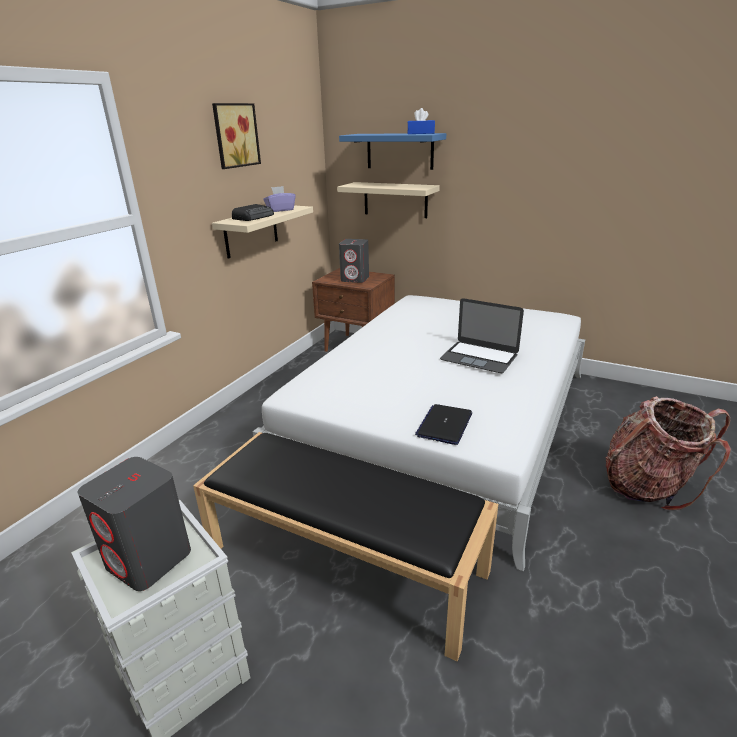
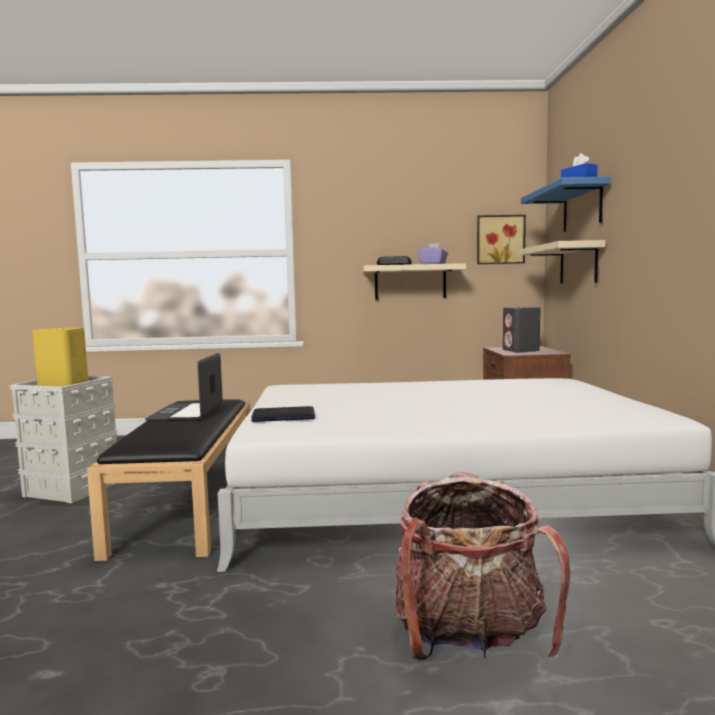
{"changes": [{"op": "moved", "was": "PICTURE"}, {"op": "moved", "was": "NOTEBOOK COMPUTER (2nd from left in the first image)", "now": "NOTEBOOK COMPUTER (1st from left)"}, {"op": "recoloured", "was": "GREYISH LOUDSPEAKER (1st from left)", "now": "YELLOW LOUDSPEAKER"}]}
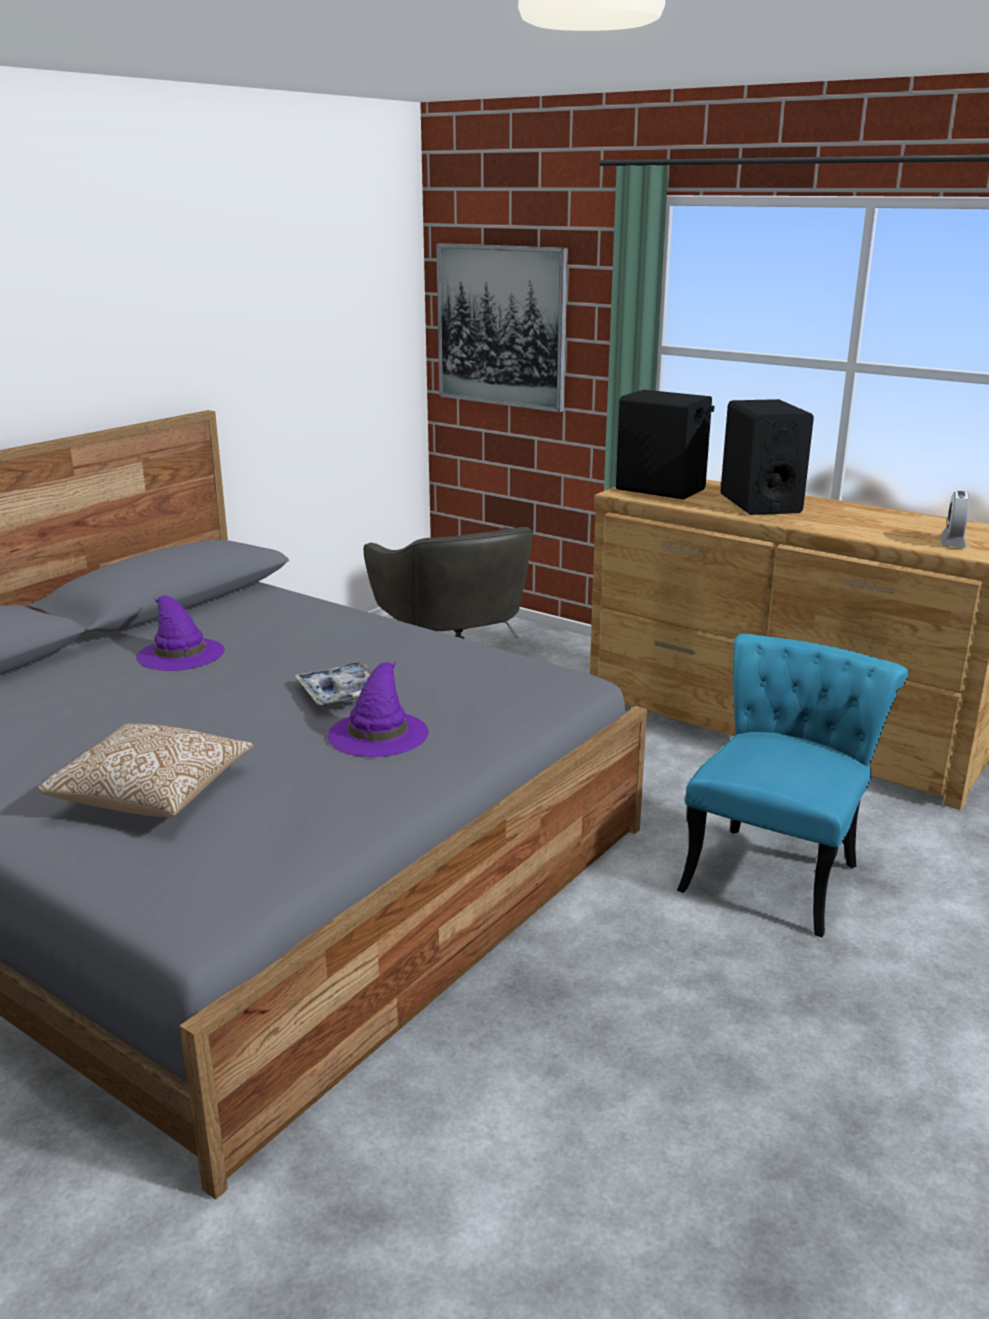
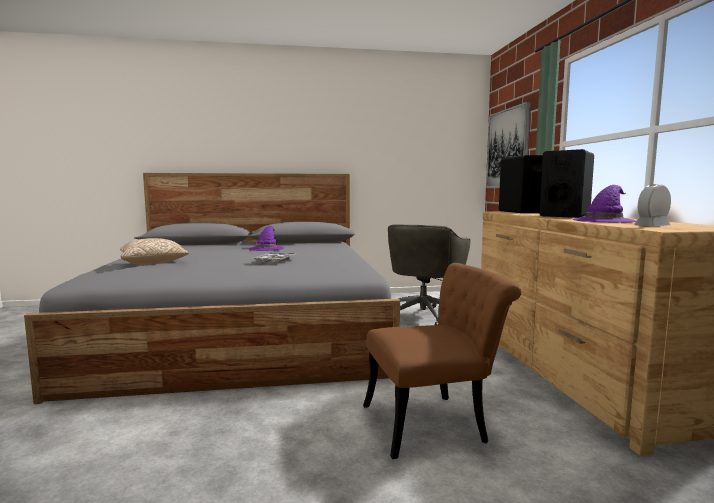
{"changes": [{"op": "moved", "was": "PURPLE CLOTHING HAT (2nd from left)"}, {"op": "recoloured", "was": "TURQUOISE-COLOURED CHAIR", "now": "BROWN CHAIR"}]}
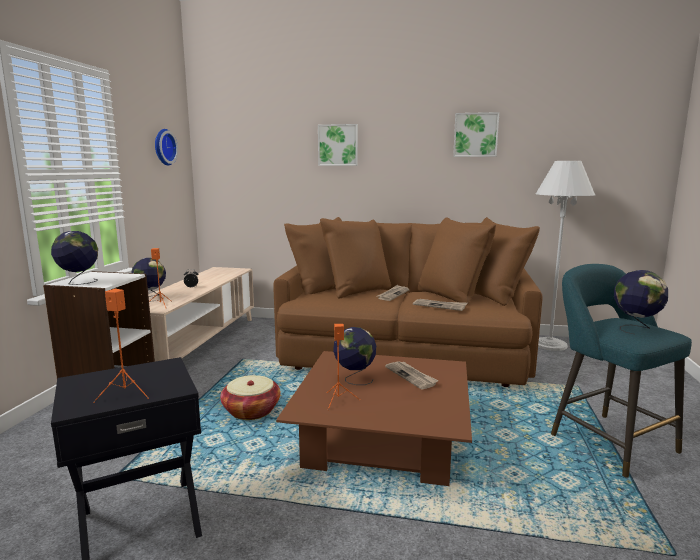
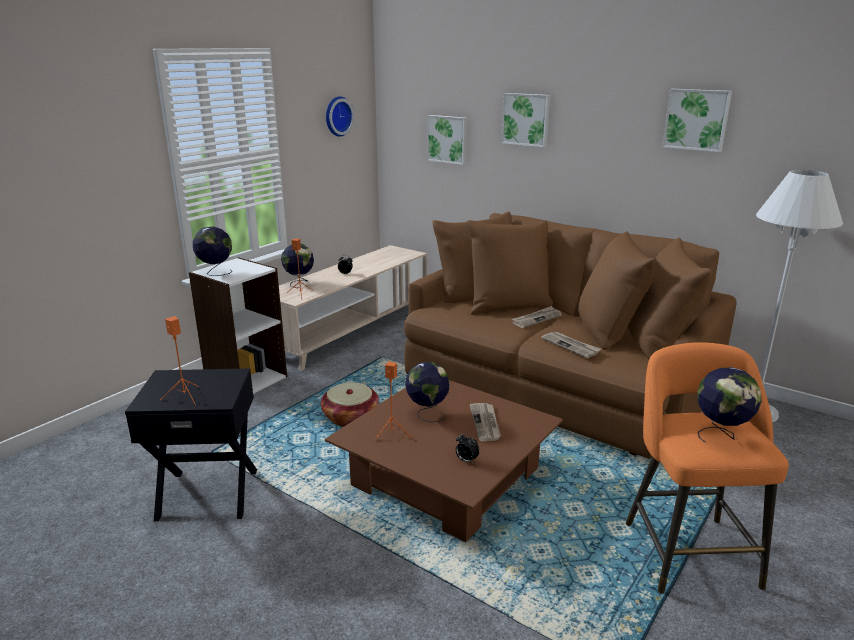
{"changes": [{"op": "added", "now": "PICTURE (1st from left)"}, {"op": "added", "now": "BEDSIDE CLOCK (2nd from left)"}, {"op": "recoloured", "was": "TURQUOISE-COLOURED STOOL SEAT", "now": "ORANGE STOOL SEAT"}]}
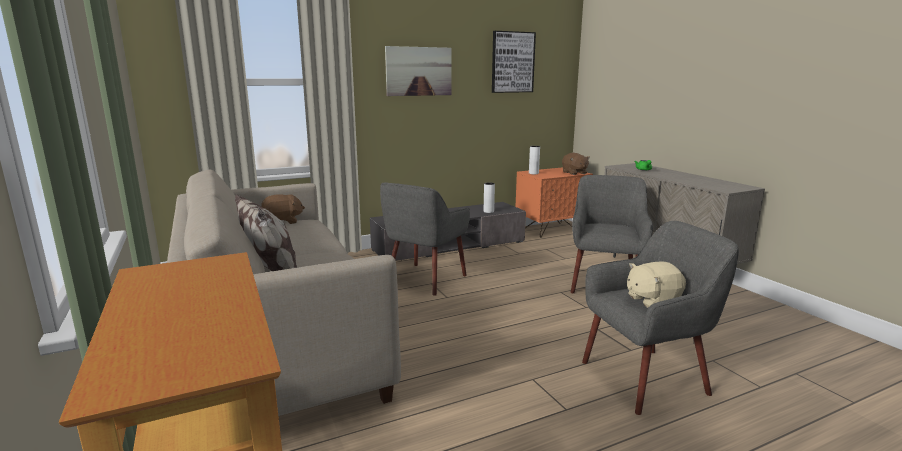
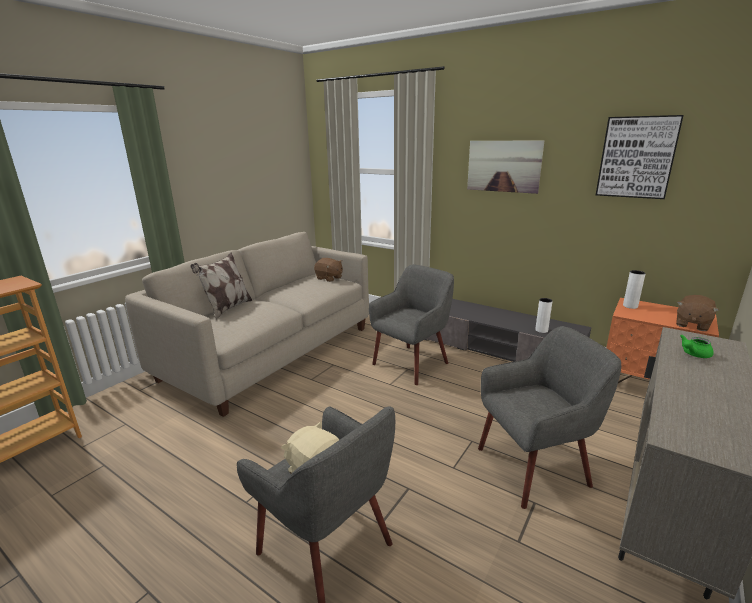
{"changes": [{"op": "turned", "was": "GREYISH LOUNGE CHAIR (1st from left in the first image)", "clockwise": 135}]}
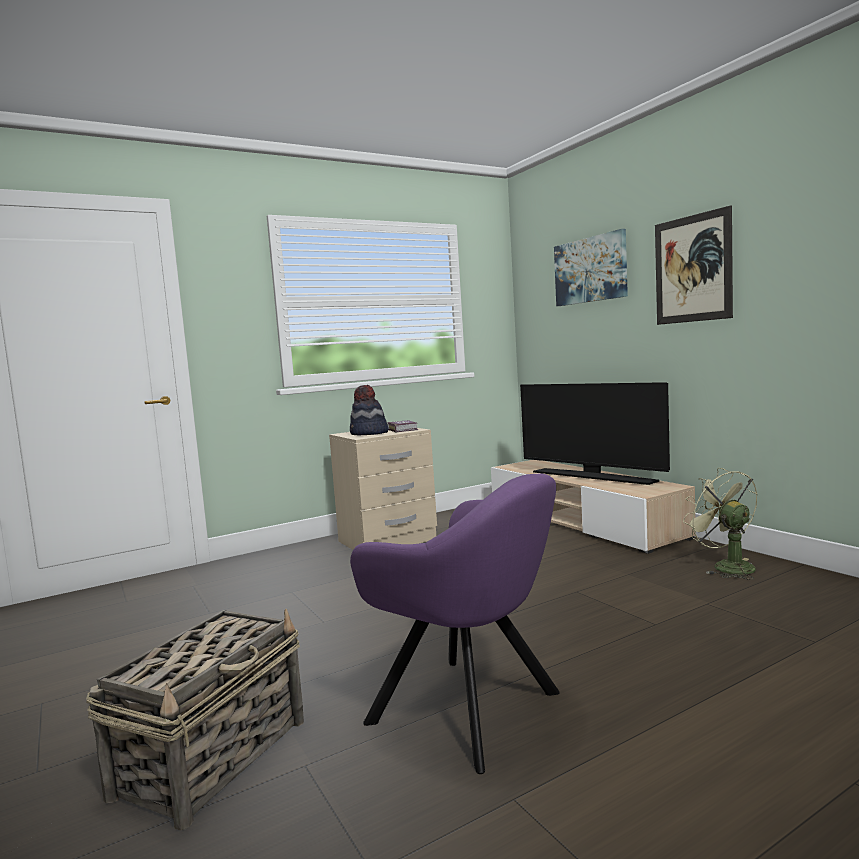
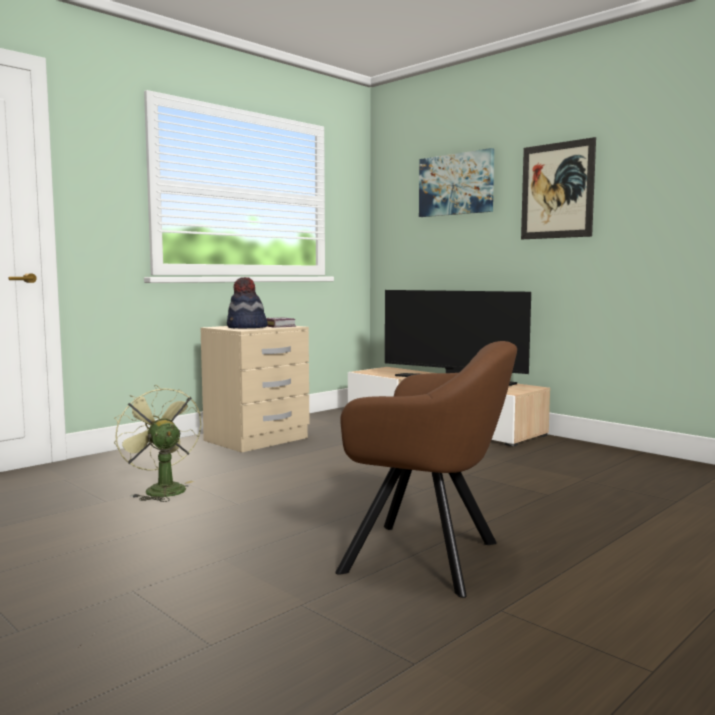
{"changes": [{"op": "removed", "was": "HOUSEHOLD BASKET"}, {"op": "moved", "was": "GREEN-COLOURED COOLING FAN"}, {"op": "recoloured", "was": "PURPLE LOUNGE CHAIR", "now": "BROWN LOUNGE CHAIR"}]}
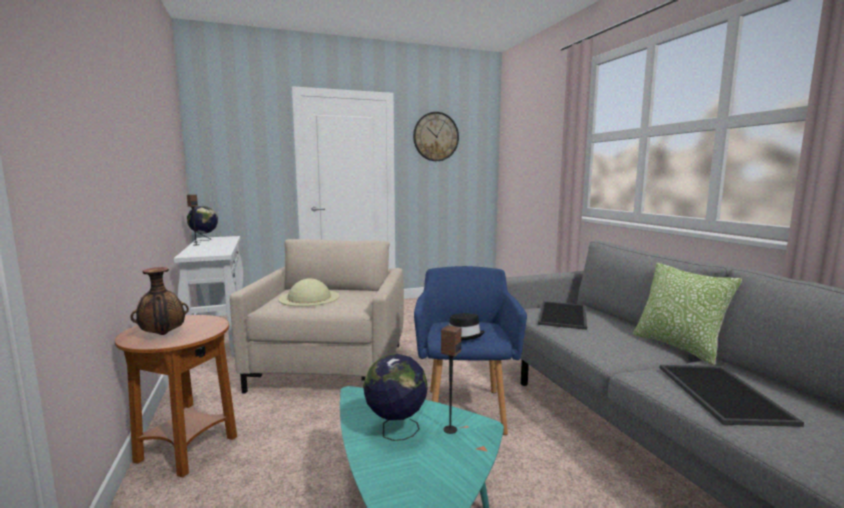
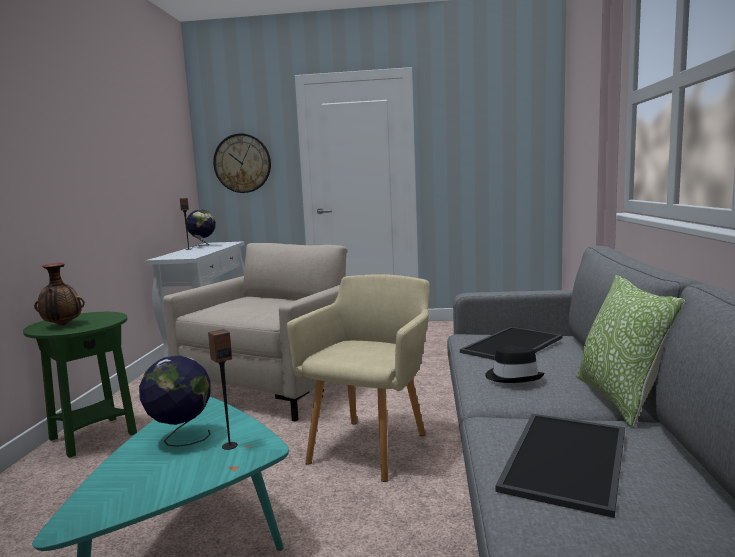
{"changes": [{"op": "removed", "was": "BEIGE-COLOURED CLOTHING HAT"}, {"op": "moved", "was": "WALL CLOCK"}, {"op": "moved", "was": "BLACK CLOTHING HAT"}, {"op": "recoloured", "was": "BROWN SIDE TABLE", "now": "GREEN-COLOURED SIDE TABLE"}, {"op": "recoloured", "was": "BLUISH LOUNGE CHAIR", "now": "BEIGE-COLOURED LOUNGE CHAIR (2nd from left)"}]}
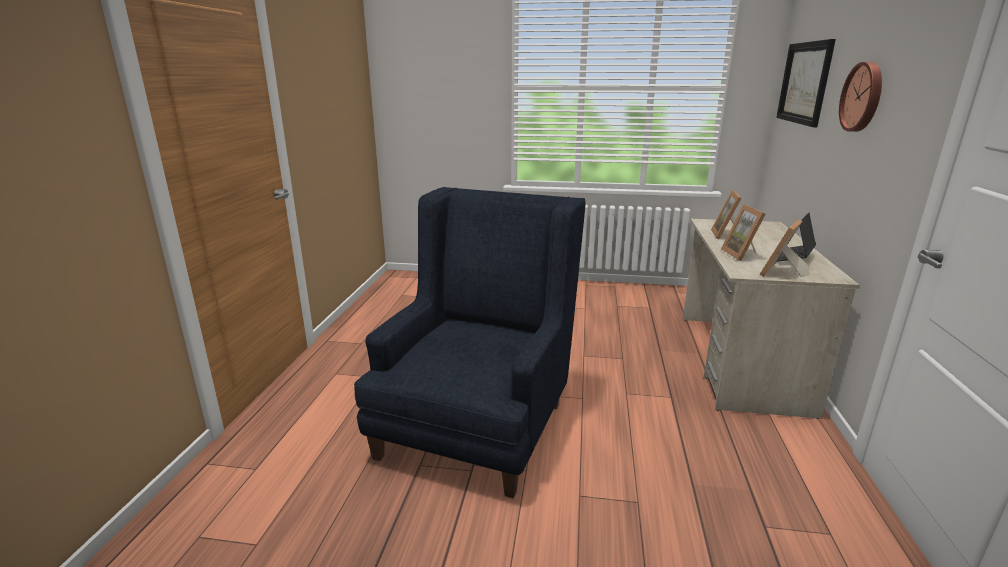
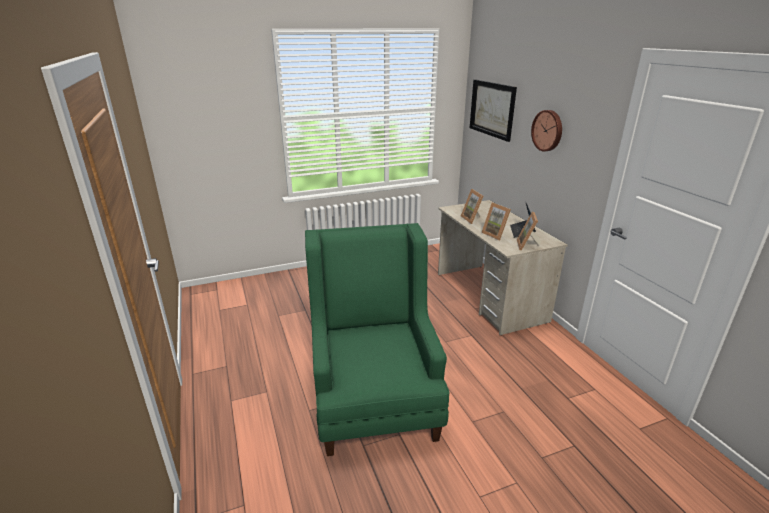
{"changes": [{"op": "recoloured", "was": "BLUISH LOUNGE CHAIR", "now": "GREEN-COLOURED LOUNGE CHAIR"}]}
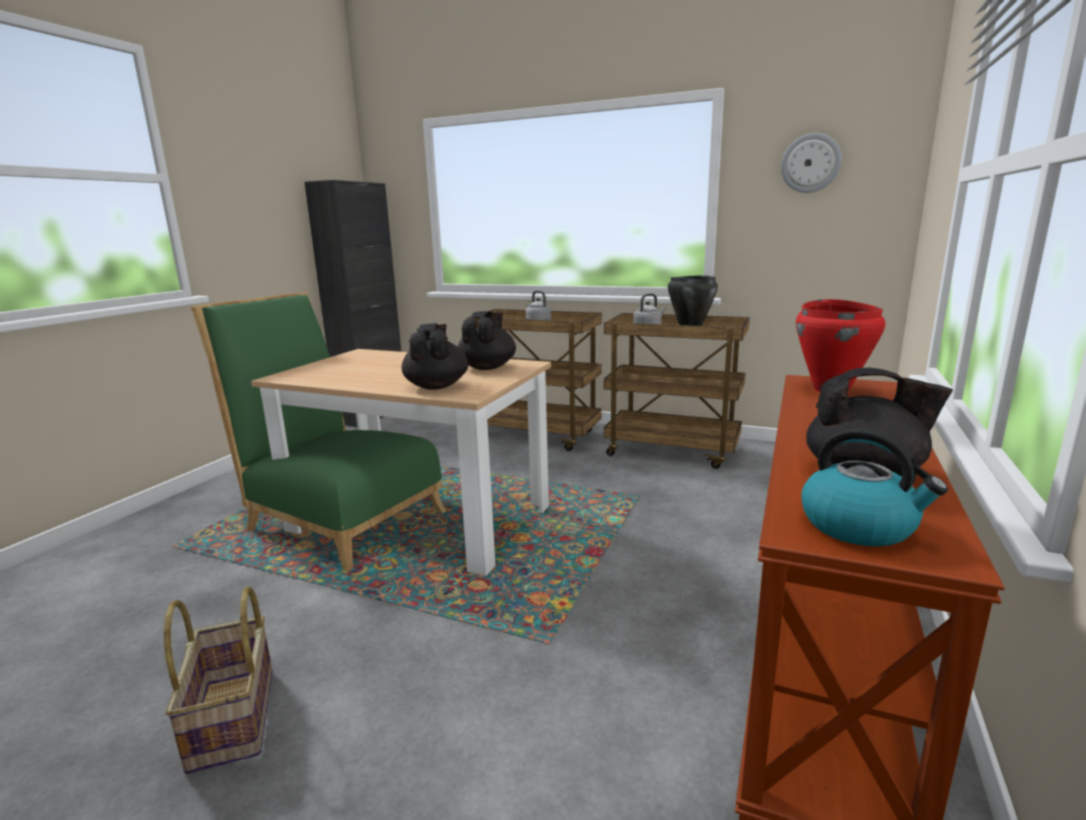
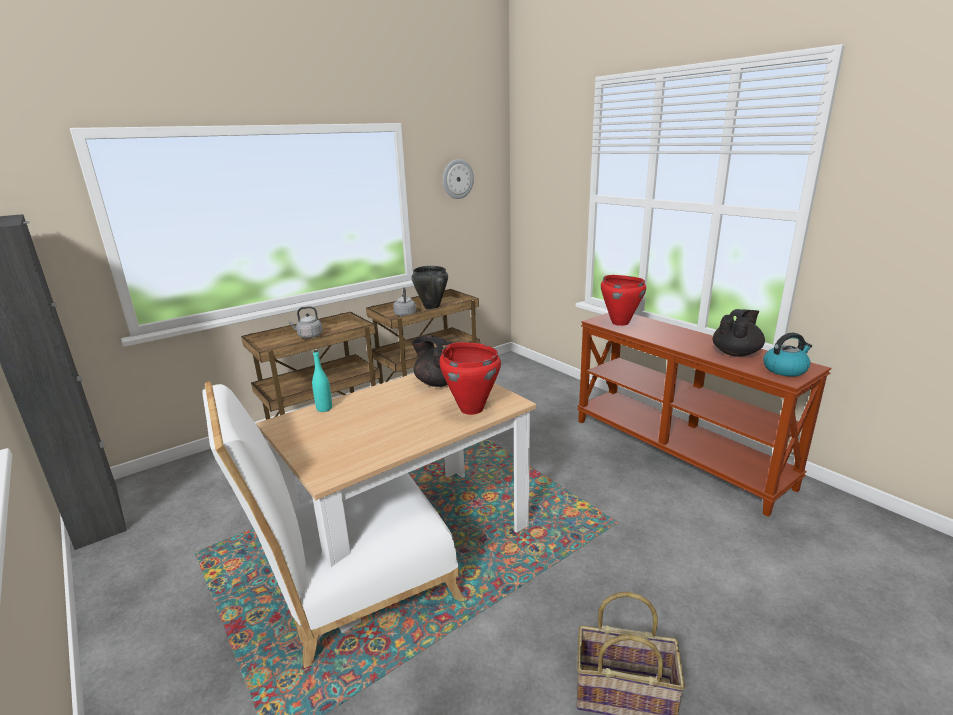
{"changes": [{"op": "added", "now": "TURQUOISE-COLOURED BEVERAGE BOTTLE"}, {"op": "replaced", "was": "BLACK POT FOR TEA (1st from left)", "now": "RED COOKING POT (1st from left)"}, {"op": "recoloured", "was": "GREEN-COLOURED CHAIR", "now": "WHITISH CHAIR"}]}
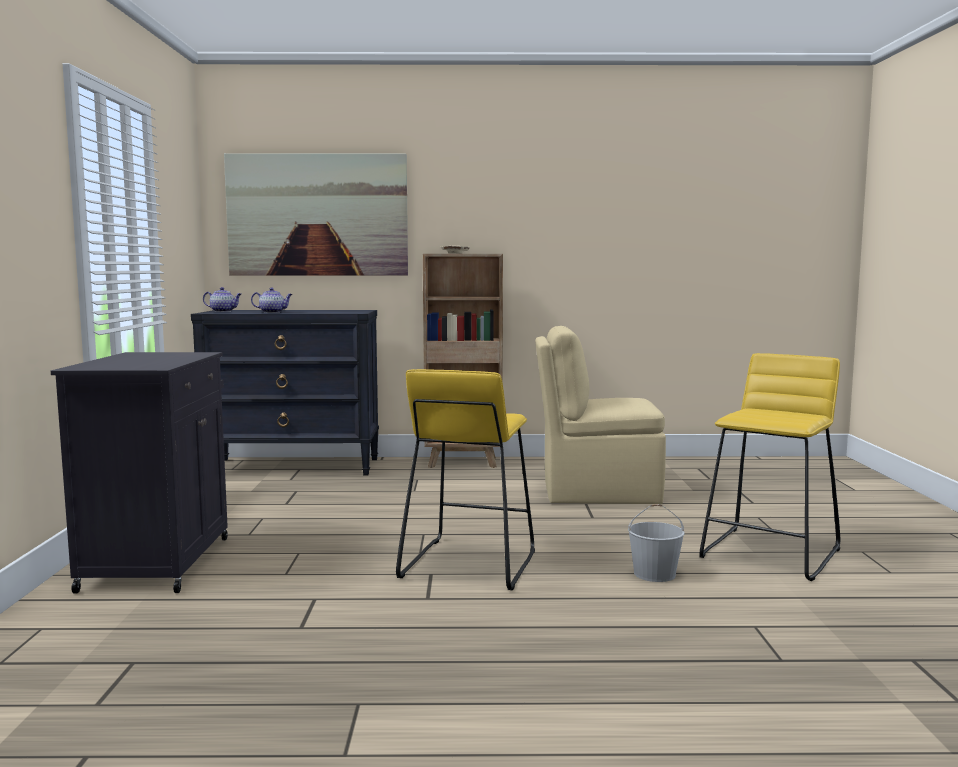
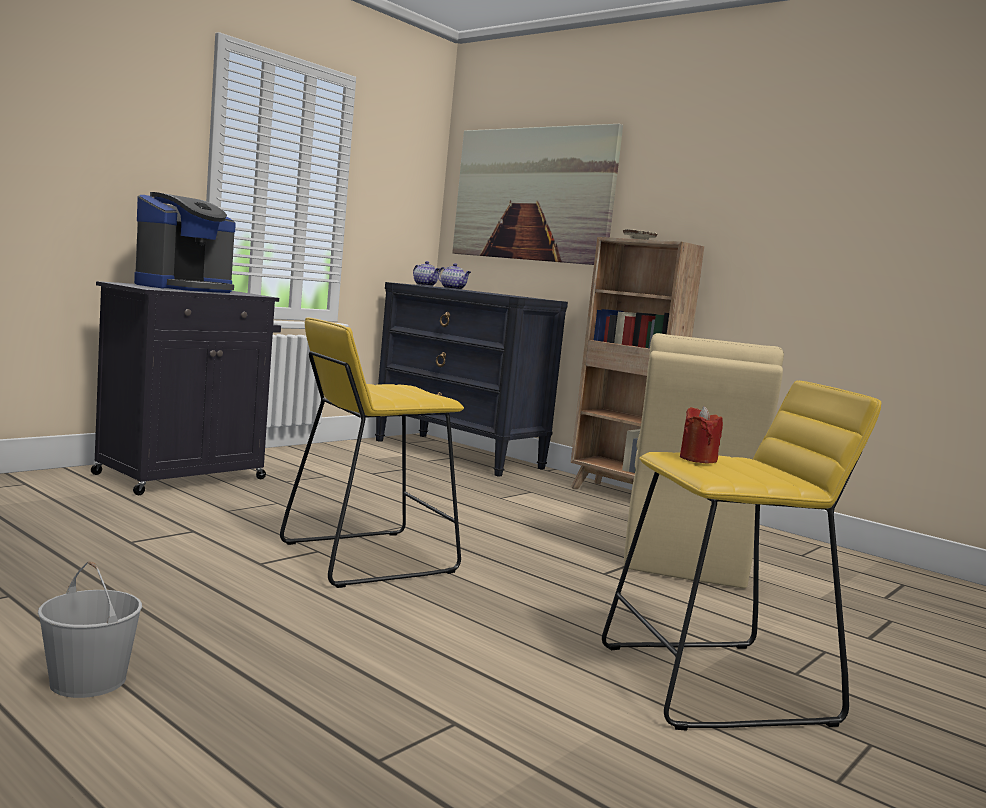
{"changes": [{"op": "added", "now": "COFFEE MACHINE"}, {"op": "added", "now": "RED CANDLE"}, {"op": "moved", "was": "WHITISH BUCKET"}, {"op": "turned", "was": "BEIGE-COLOURED CHAIR", "clockwise": -120}]}
